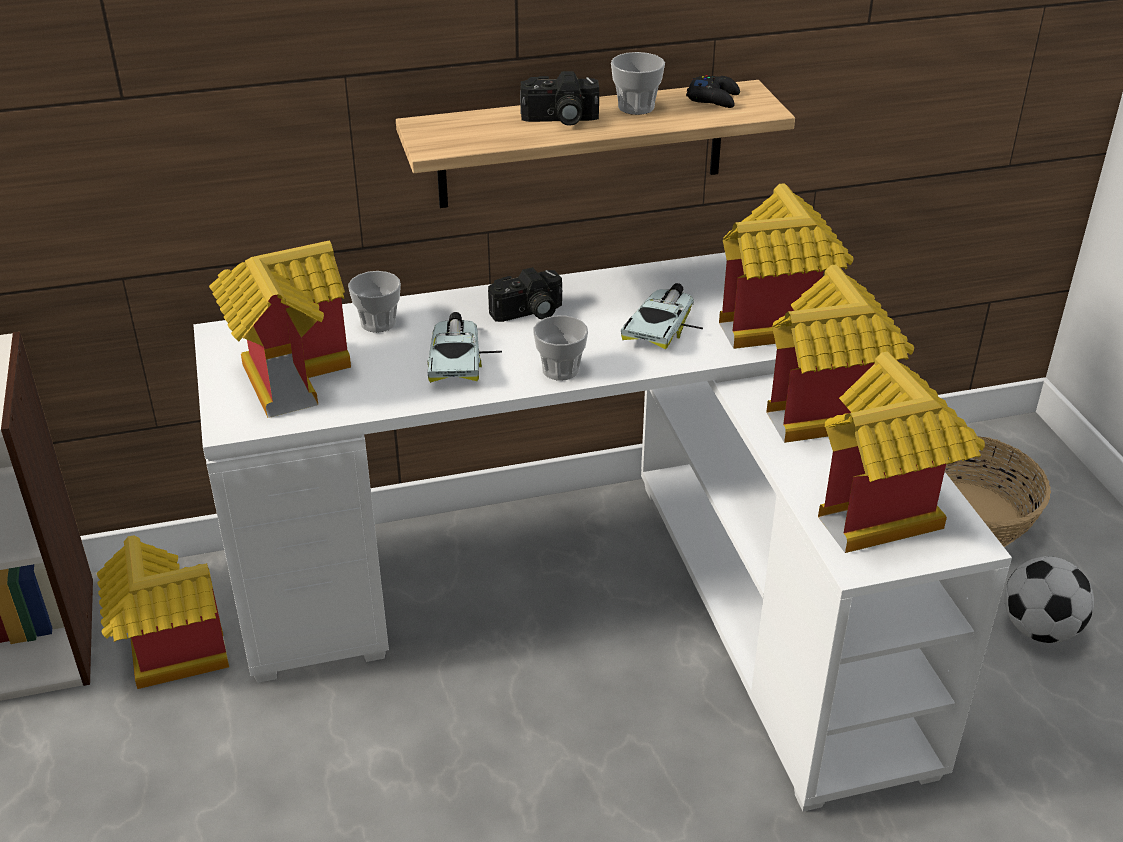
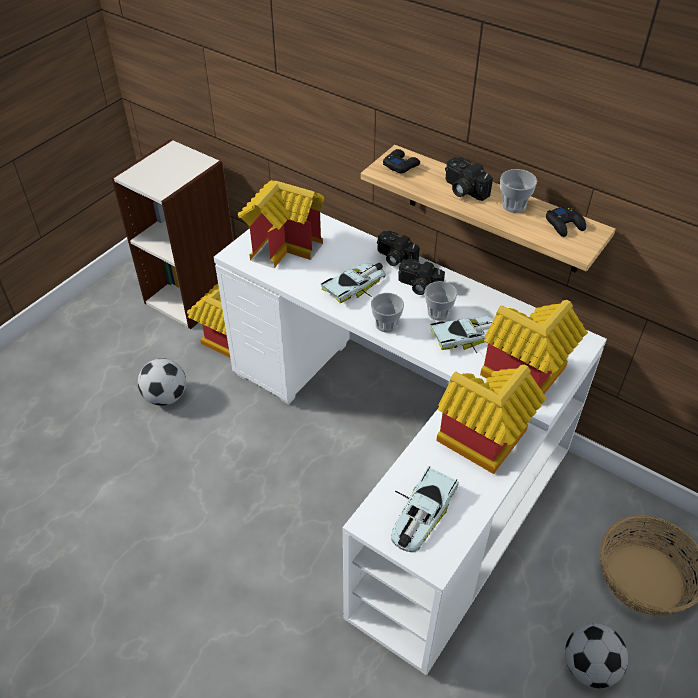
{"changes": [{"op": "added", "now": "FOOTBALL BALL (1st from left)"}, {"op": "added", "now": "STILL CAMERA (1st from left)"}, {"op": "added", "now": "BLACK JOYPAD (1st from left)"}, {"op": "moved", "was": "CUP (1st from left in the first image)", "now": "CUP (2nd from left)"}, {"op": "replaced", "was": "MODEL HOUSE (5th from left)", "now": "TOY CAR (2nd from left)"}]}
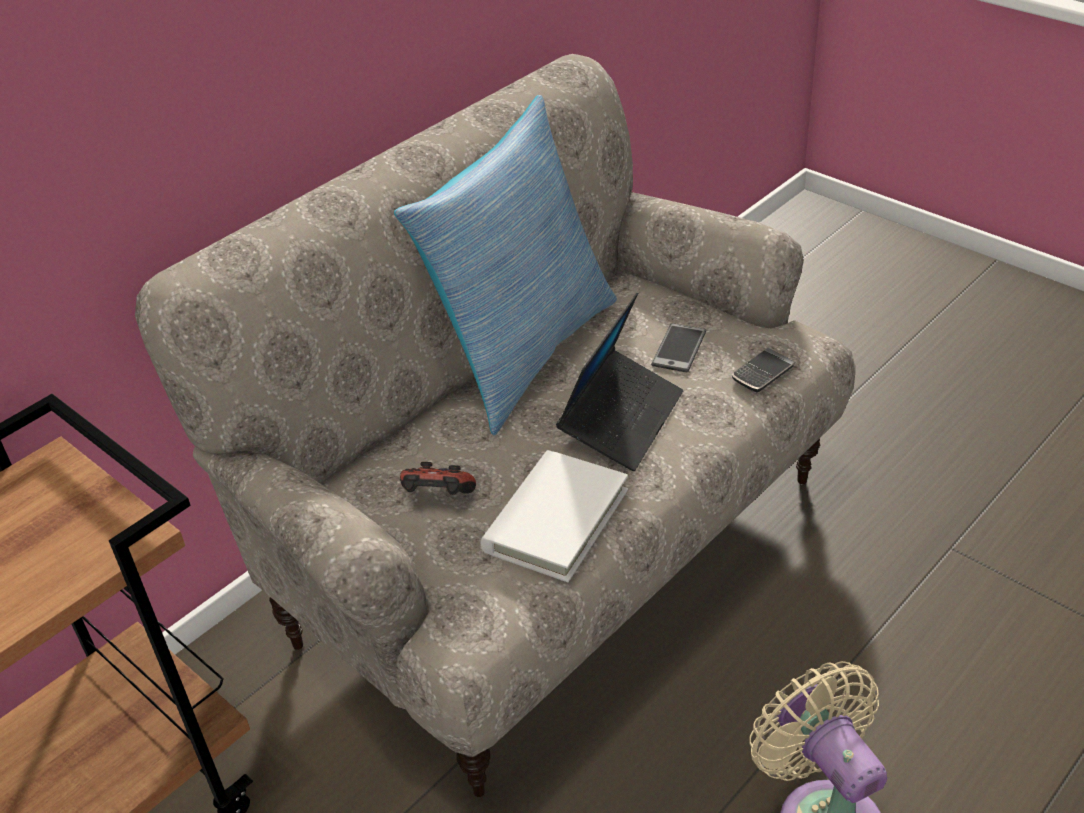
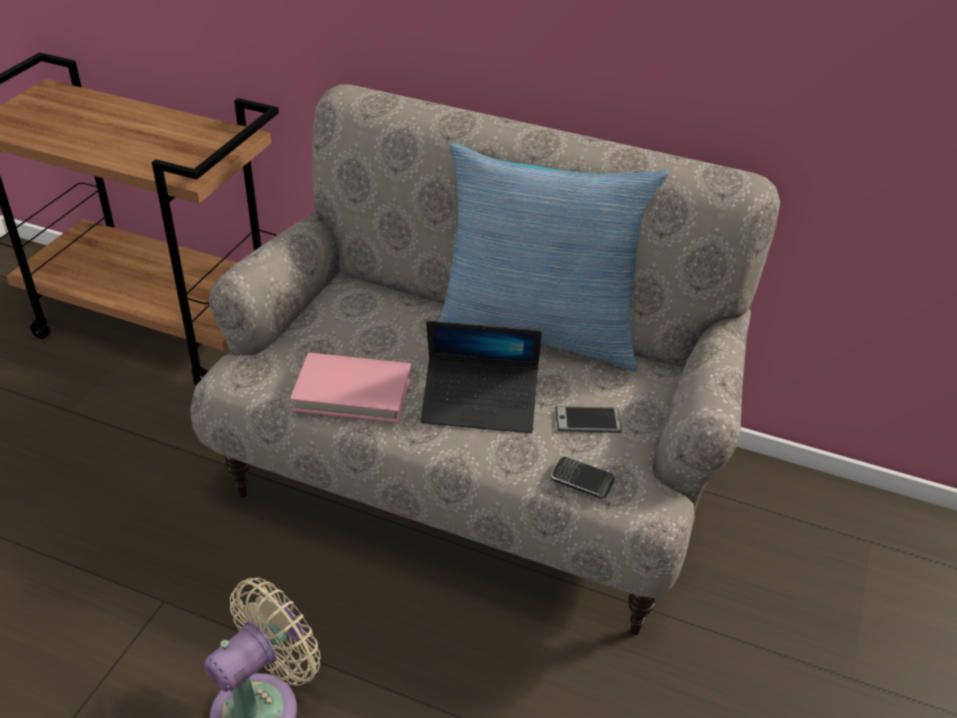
{"changes": [{"op": "removed", "was": "JOYPAD"}, {"op": "recoloured", "was": "WHITISH BOOK", "now": "PINK BOOK"}]}
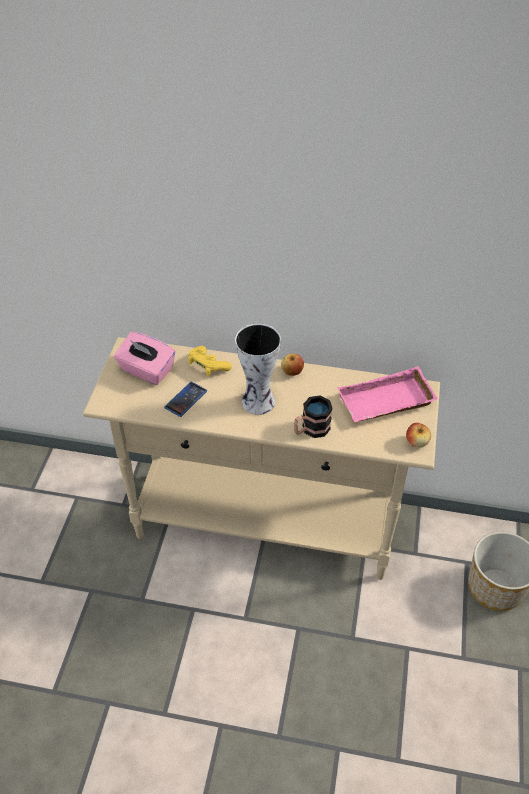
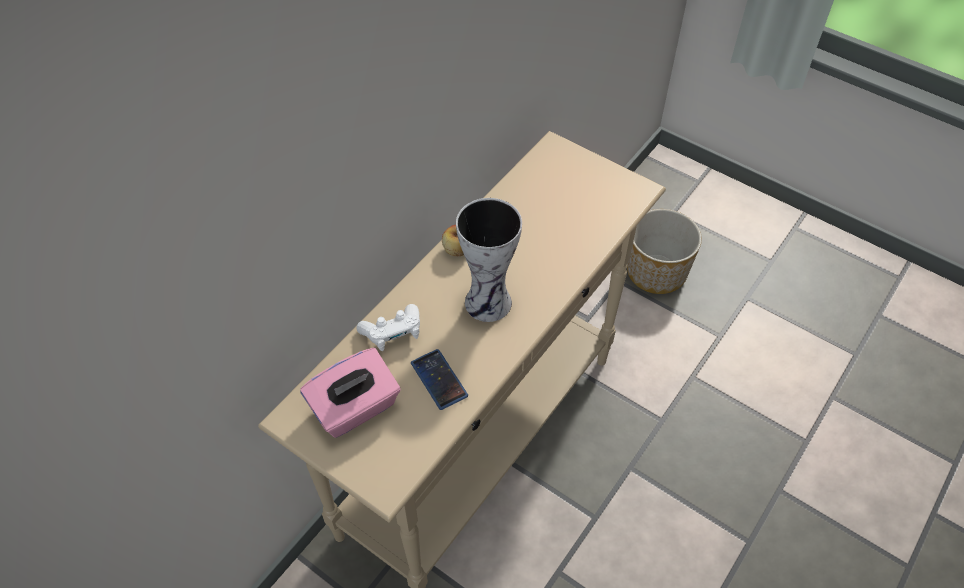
{"changes": [{"op": "removed", "was": "TEA MUG"}, {"op": "removed", "was": "PINK CARRYING TRAY"}, {"op": "removed", "was": "WHOLE APPLE (2nd from left)"}, {"op": "recoloured", "was": "YELLOW JOYPAD", "now": "WHITISH JOYPAD"}]}
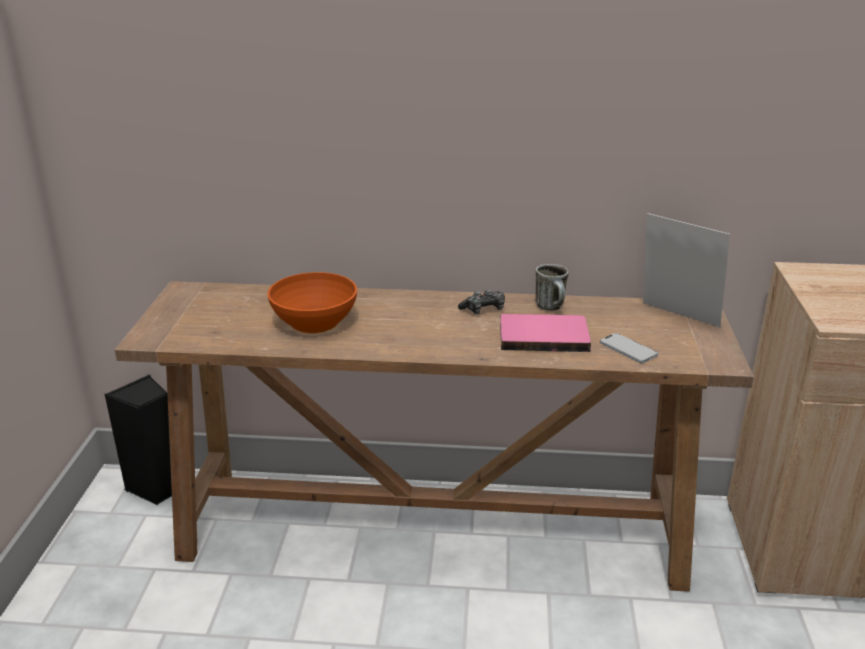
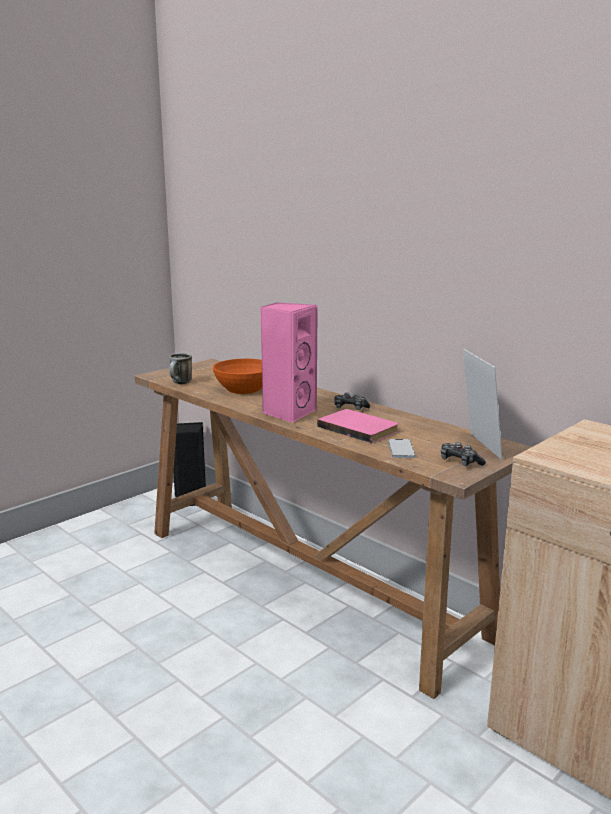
{"changes": [{"op": "added", "now": "PINK LOUDSPEAKER"}, {"op": "added", "now": "JOYPAD (2nd from left)"}, {"op": "moved", "was": "TEA MUG"}]}
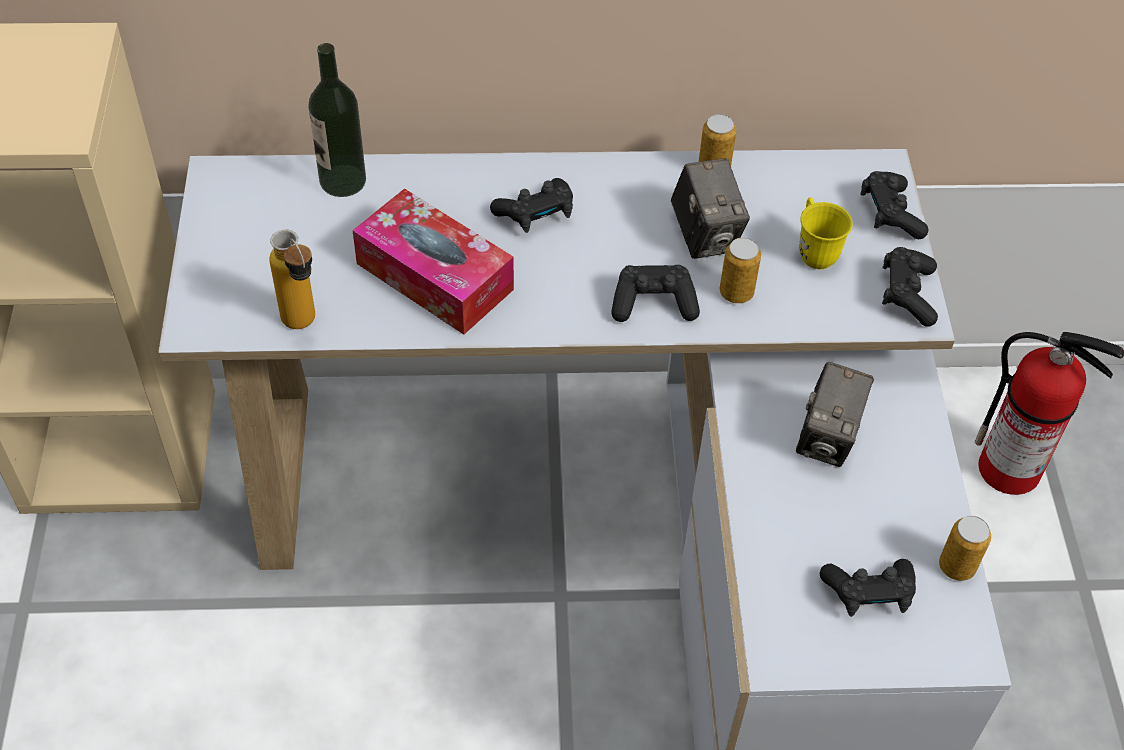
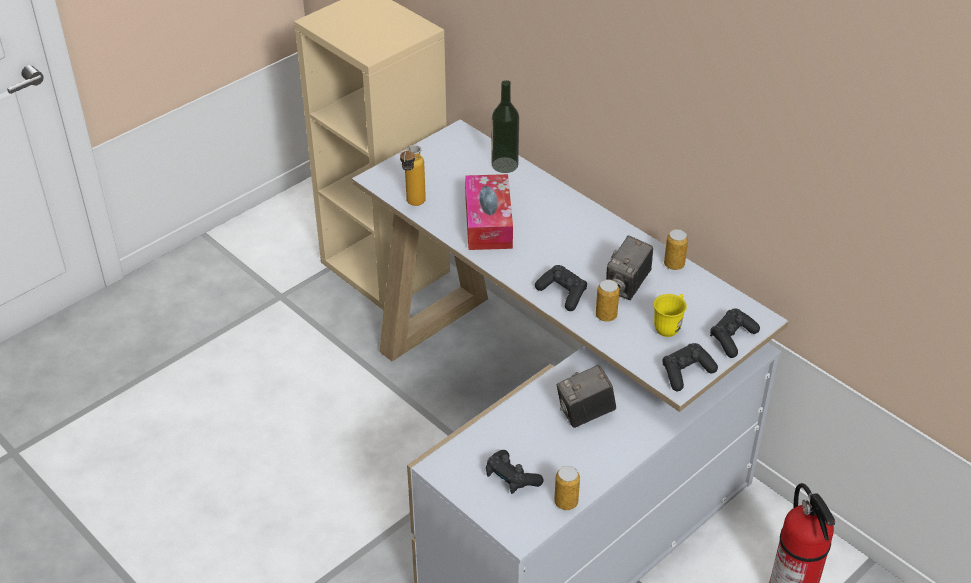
{"changes": [{"op": "removed", "was": "BLACK JOYPAD (1st from left)"}]}
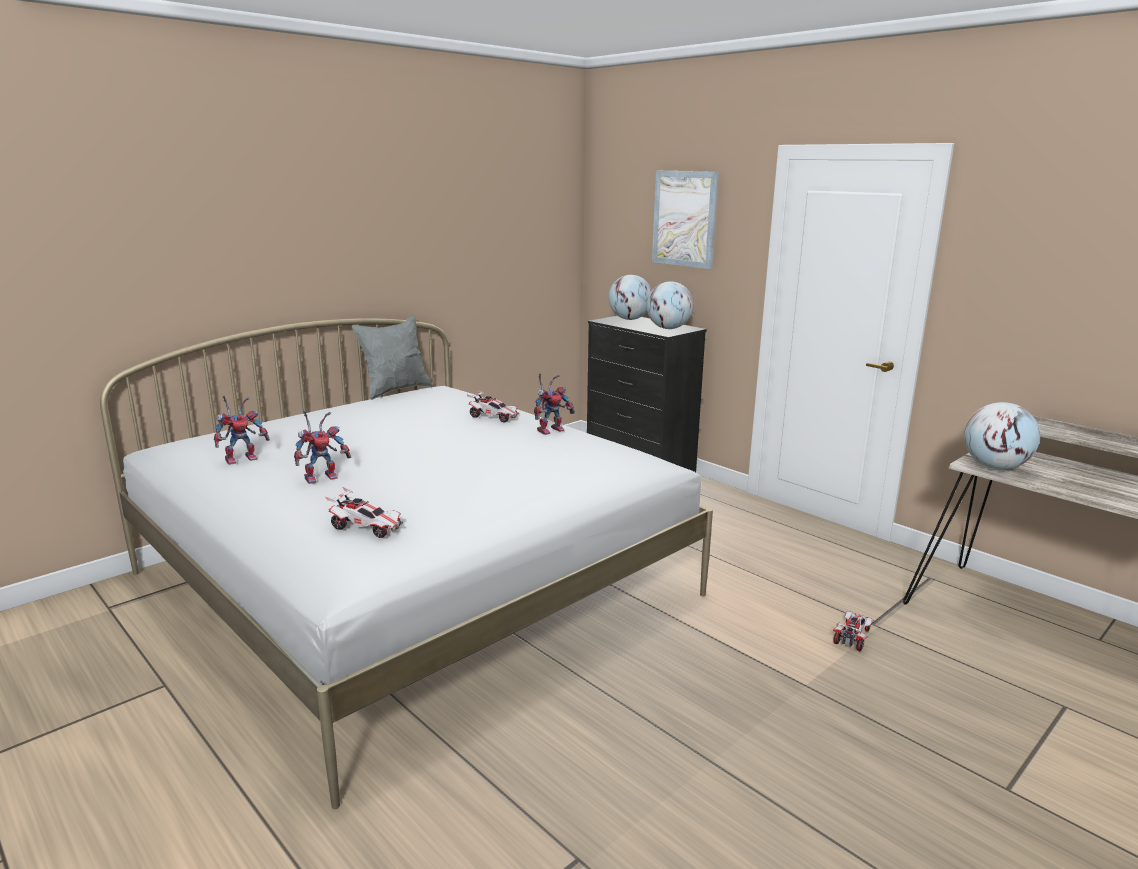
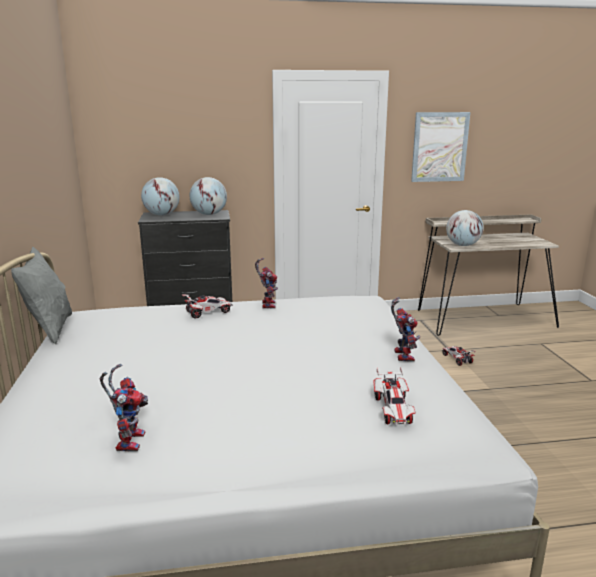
{"changes": [{"op": "moved", "was": "ROBOT FIGURE (2nd from left in the first image)", "now": "ROBOT FIGURE (3rd from left)"}, {"op": "moved", "was": "PICTURE"}, {"op": "turned", "was": "TOY CAR (1st from left in the first image)", "clockwise": 120}]}
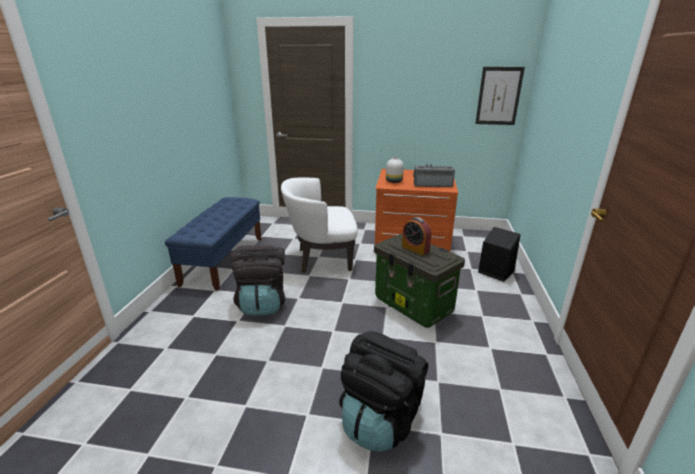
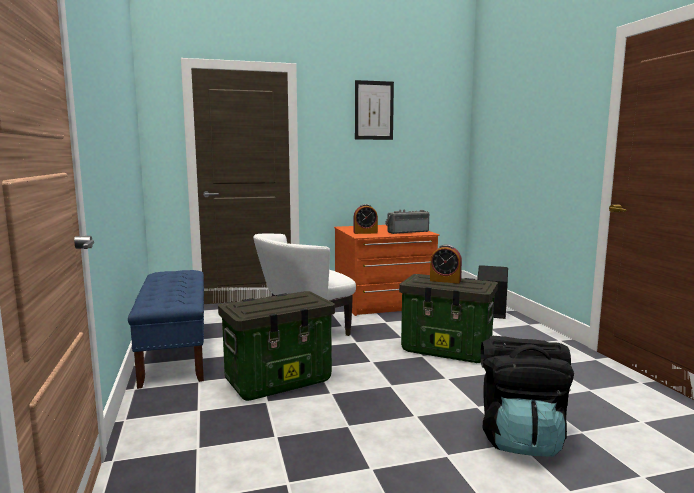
{"changes": [{"op": "moved", "was": "PICTURE"}, {"op": "replaced", "was": "BLACK RUCKSACK (1st from left)", "now": "STORAGE CONTAINER (1st from left)"}, {"op": "replaced", "was": "WHITISH FLOWER VASE", "now": "BEDSIDE CLOCK (1st from left)"}]}
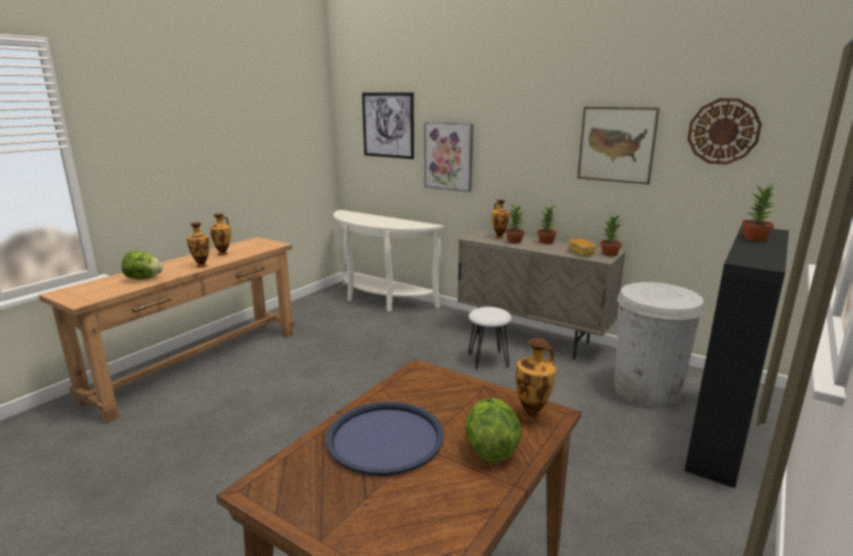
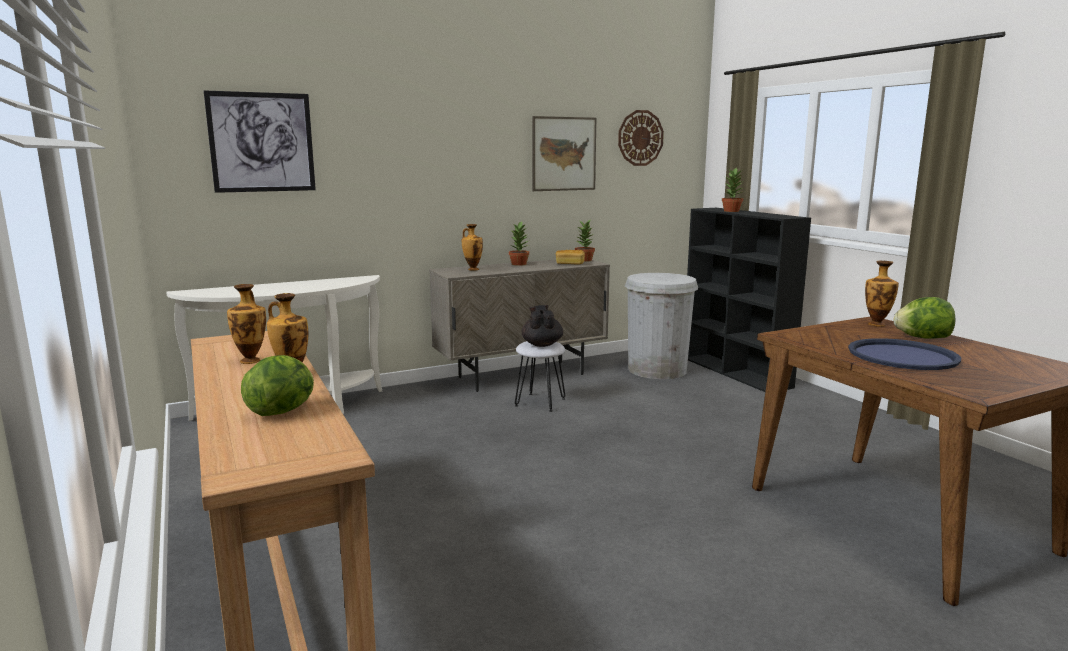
{"changes": [{"op": "removed", "was": "PICTURE (2nd from left)"}, {"op": "removed", "was": "HOUSEPLANT (1st from left)"}, {"op": "added", "now": "BLACK POT FOR TEA"}]}
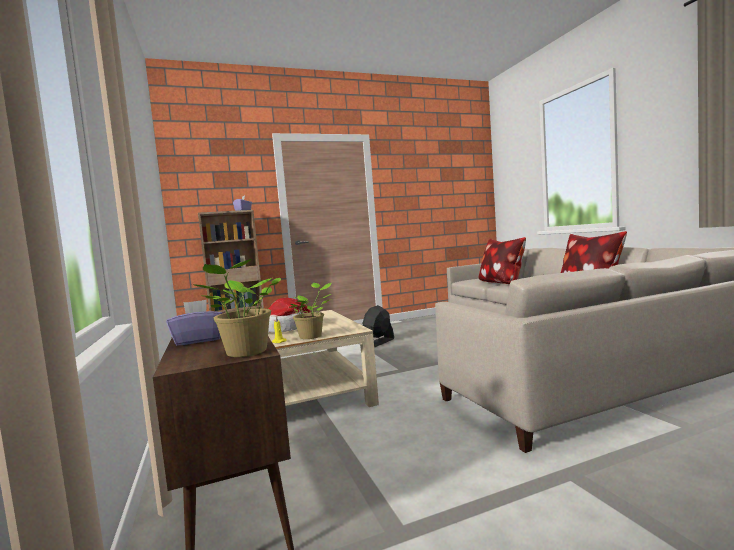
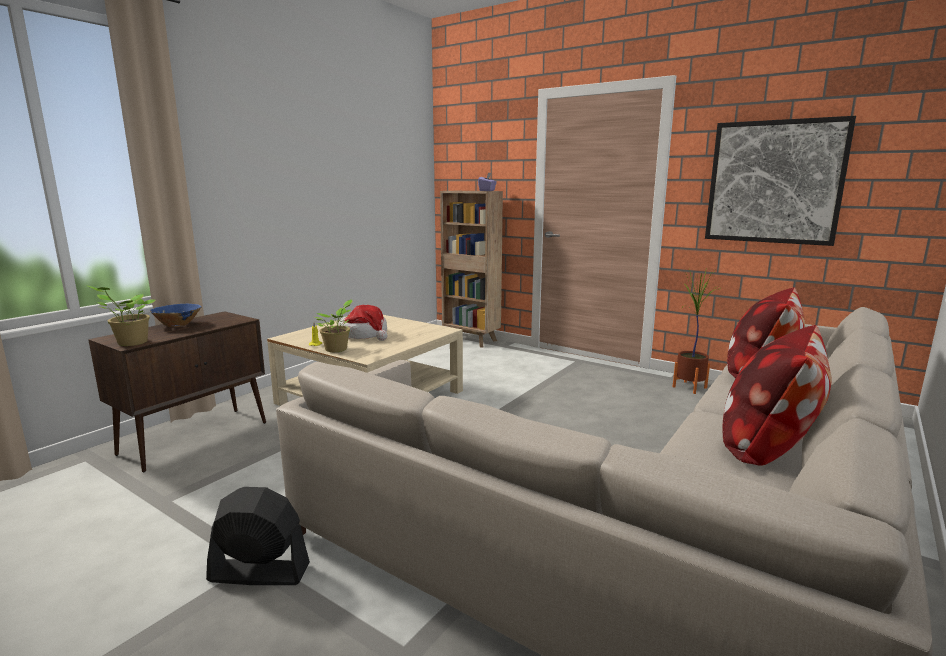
{"changes": [{"op": "added", "now": "HOUSEPLANT (3rd from left)"}, {"op": "added", "now": "PICTURE"}, {"op": "moved", "was": "BLACK COOLING FAN"}, {"op": "replaced", "was": "PURPLE TISSUE HOLDER (1st from left)", "now": "BLUISH SERVING BOWL"}]}
